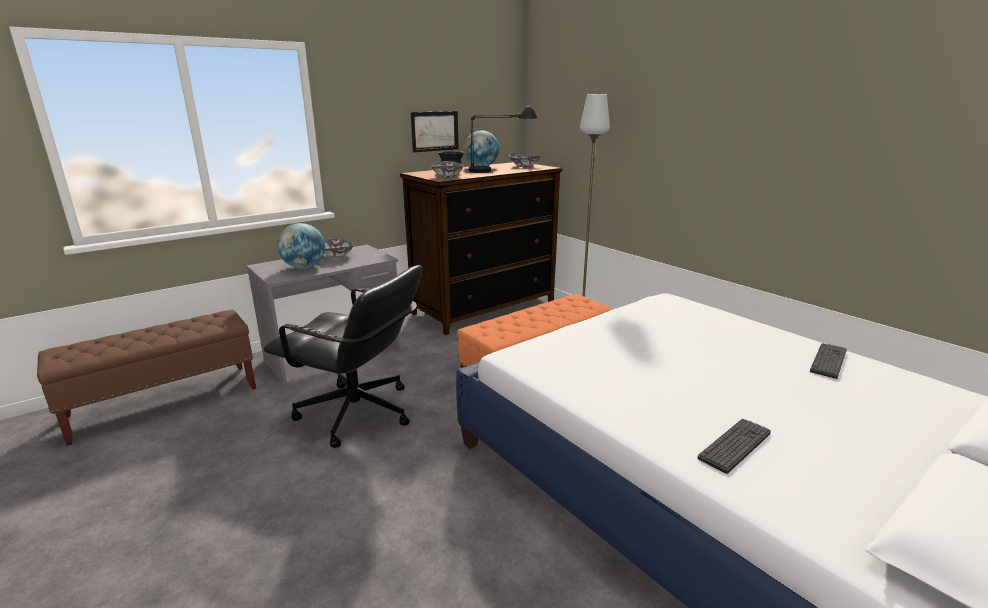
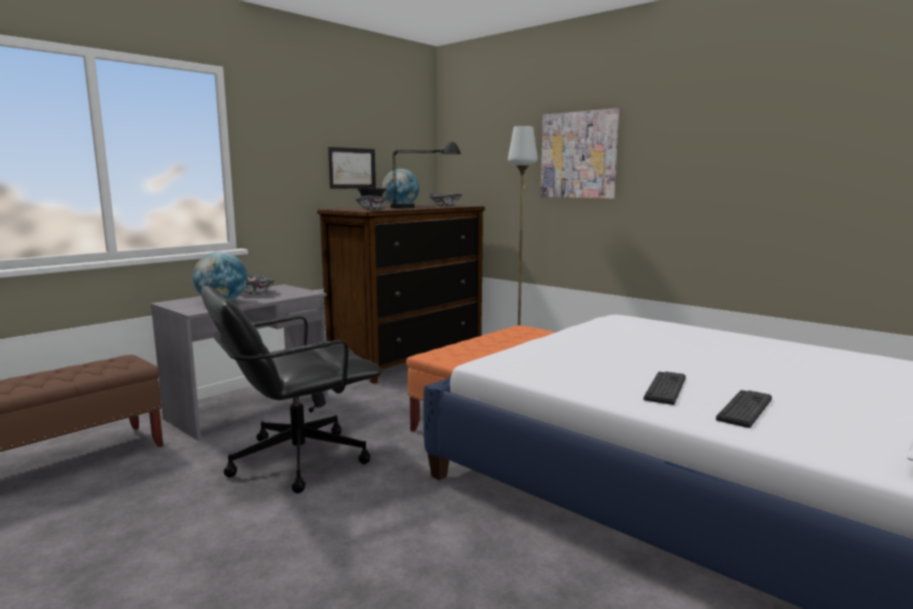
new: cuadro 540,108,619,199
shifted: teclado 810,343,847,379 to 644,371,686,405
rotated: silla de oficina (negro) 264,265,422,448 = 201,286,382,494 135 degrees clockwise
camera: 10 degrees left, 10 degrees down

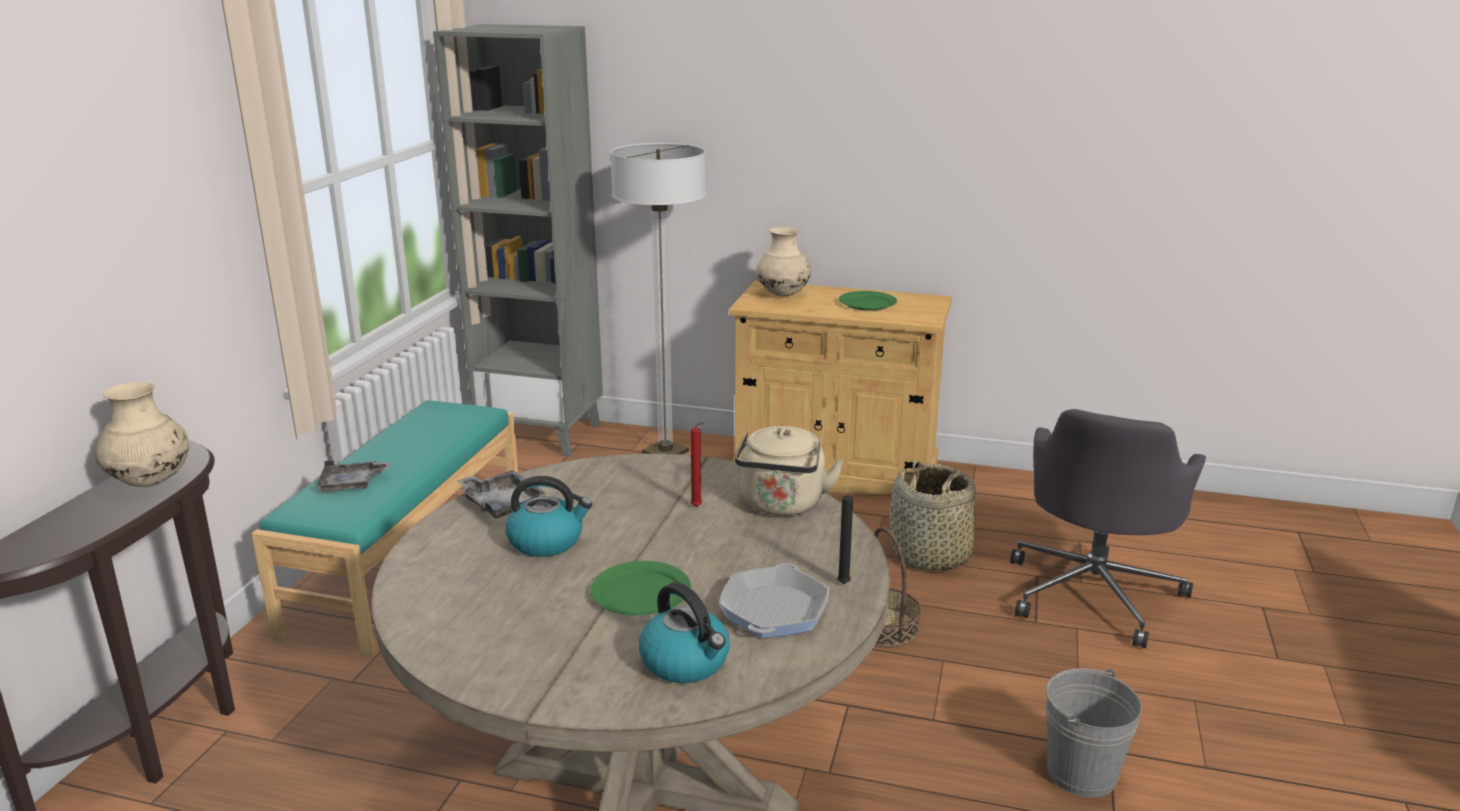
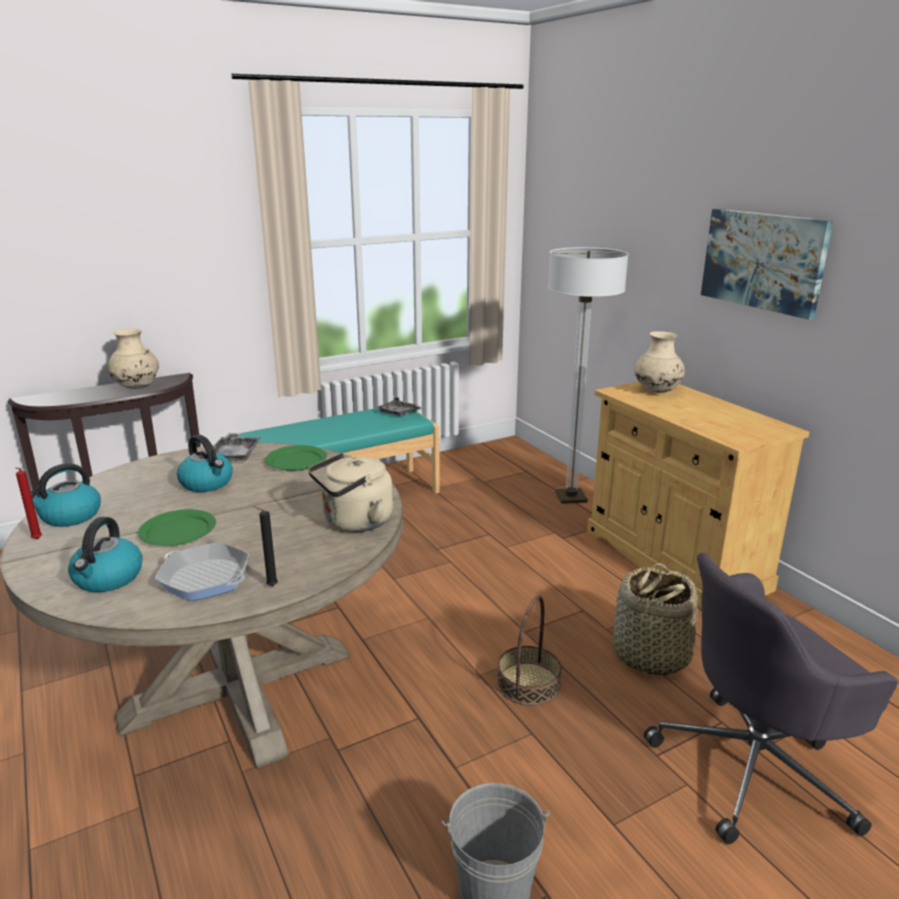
gone: estantería (gris) 433,24,603,457
new: hervidor 31,463,101,527; cuadro 701,209,833,320
shifted: bandeja (gris) 316,460,391,492 to 377,397,424,417; vela (rojo) 691,422,704,507 to 16,468,42,539; plato (verde) 839,291,897,311 to 265,445,327,471
rotated: sartén 719,563,830,638 = 155,542,250,601 120 degrees counterclockwise
camera: 45 degrees right, 0 degrees up

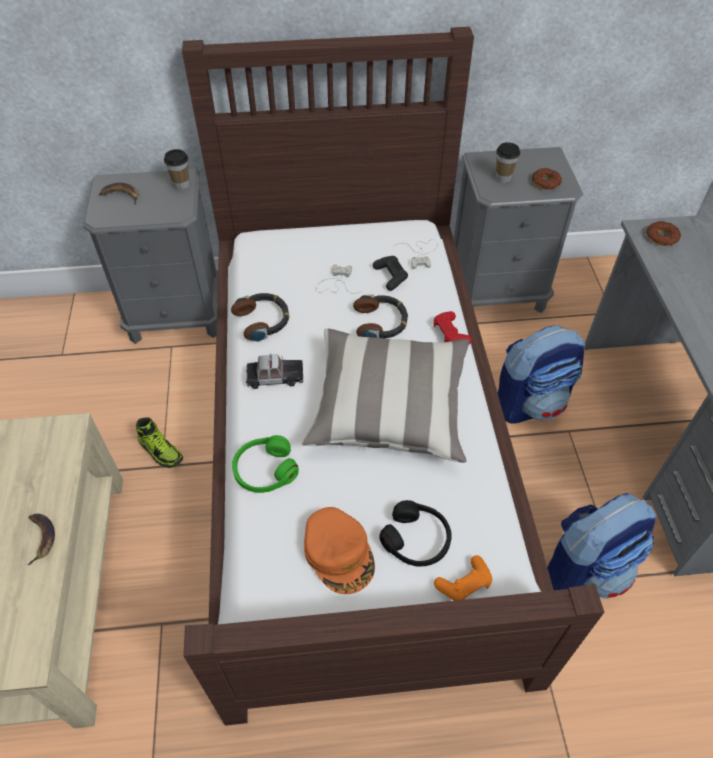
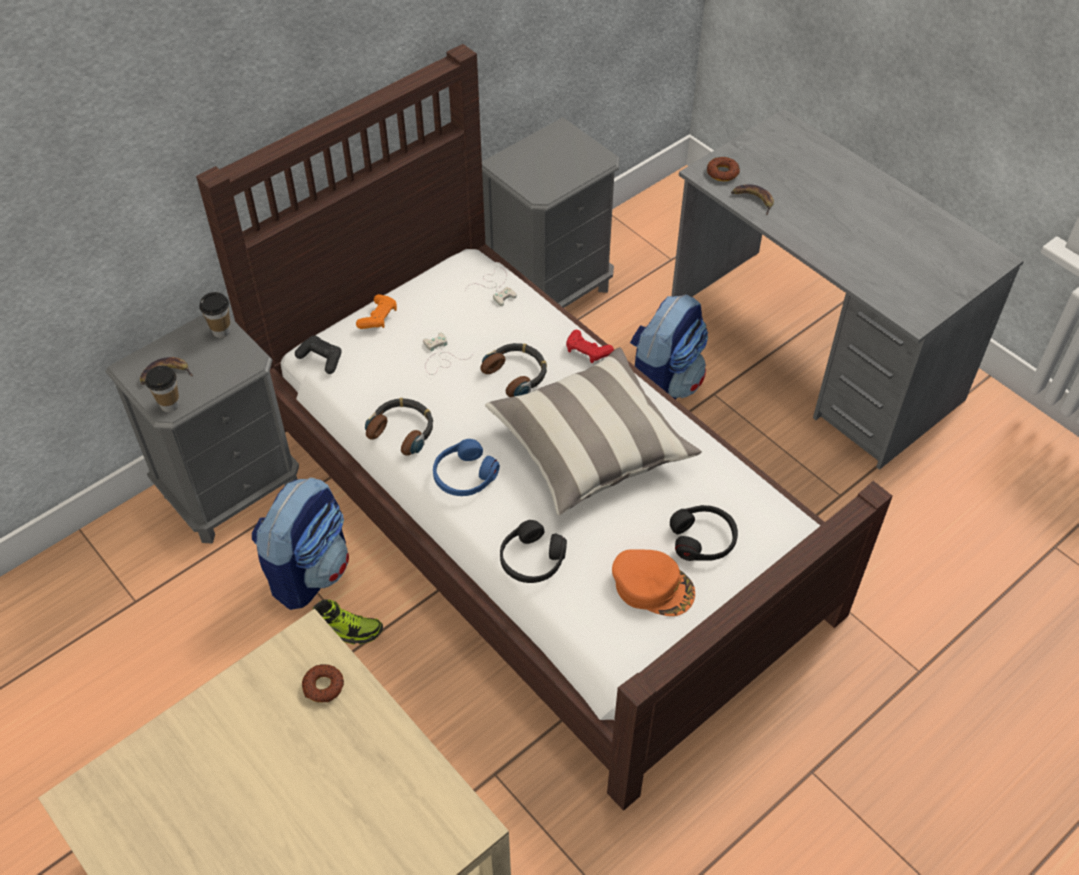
shifted: plátano 28,514,55,565 to 731,184,774,215; mando de consola (negro) 373,256,408,291 to 295,335,342,374; mando de consola (naranja) 434,555,492,601 to 356,294,397,329; taza 496,142,520,183 to 145,366,180,412; rosquilla 532,168,562,190 to 302,664,344,702; mochila 547,493,656,599 to 252,477,349,610
swapped: coche de juguete 246,354,303,389 to auriculares (azul) 433,439,500,496
repainted: auriculares (verde) 232,435,299,493 to auriculares (negro) 500,520,567,583
camera: 35 degrees left, 0 degrees up

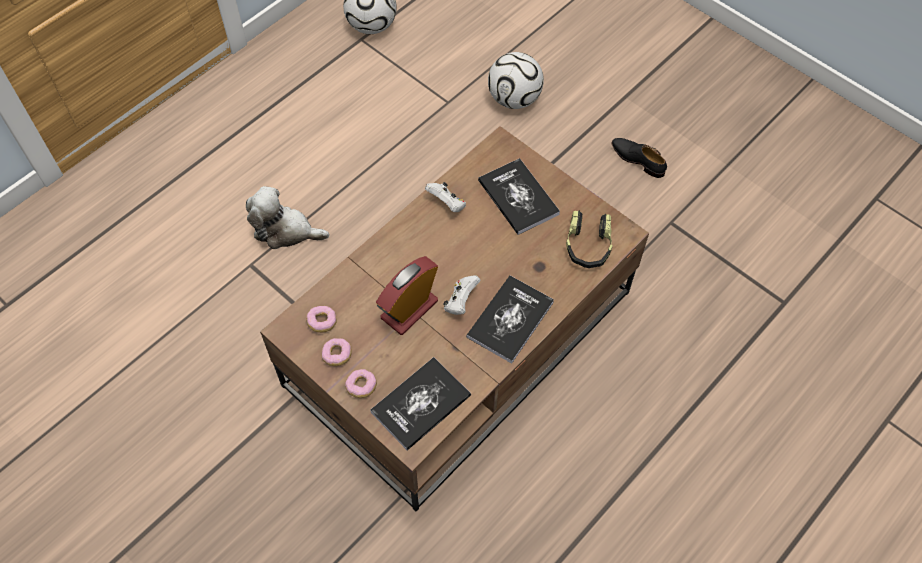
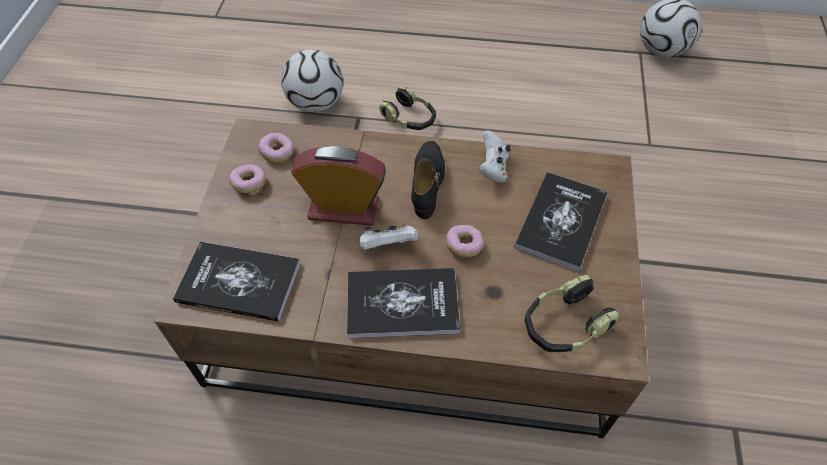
shifted: rosquilla 345,369,377,398 to 446,225,484,258; balón de fútbol 488,52,544,109 to 281,49,343,112; zapato (negro) 612,138,667,178 to 411,141,445,219
swapped: peluche 246,186,329,249 to auriculares 379,87,436,130
camera: 55 degrees right, 5 degrees down

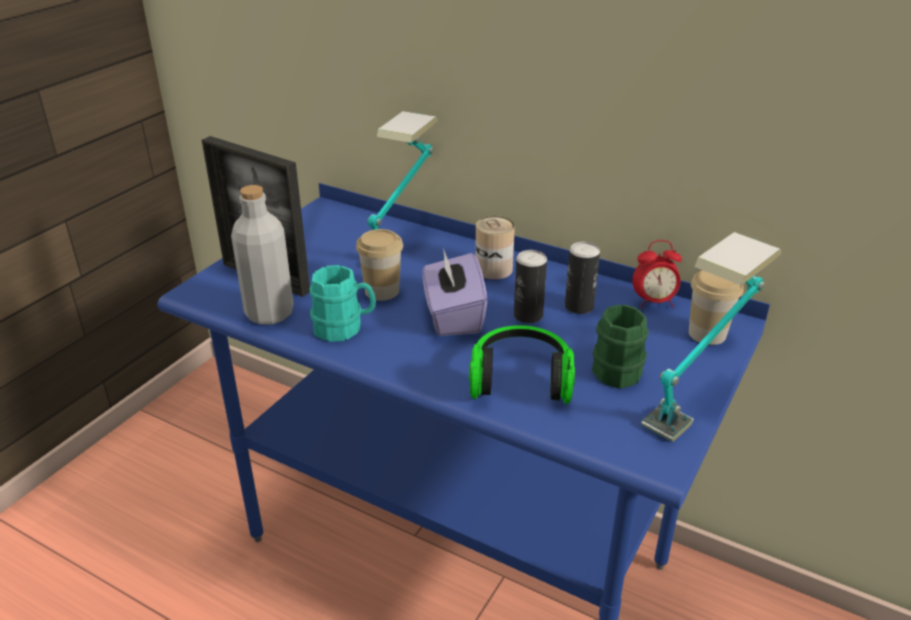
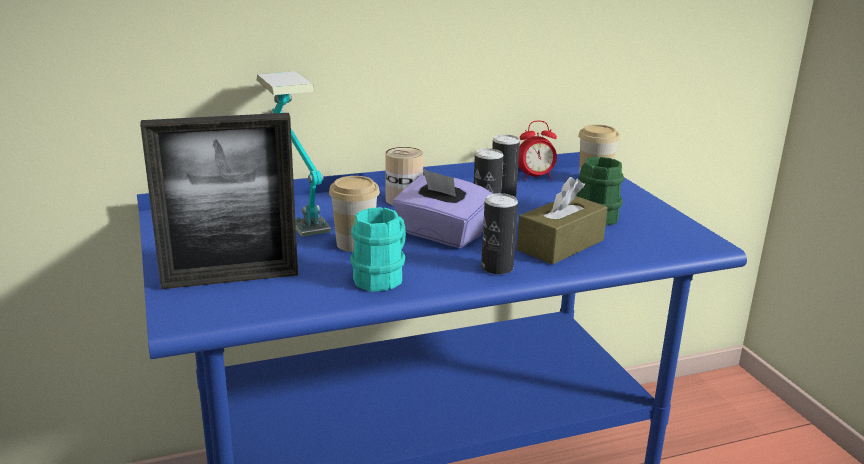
gone: botella (gris) 231,185,294,325; lámpara de mesa 641,232,781,442
new: lata 481,193,518,274
swapped: auriculares 469,325,575,404 to caja de pañuelos (marrón) 517,177,608,265
rotated: despertador 632,240,682,308 = 518,121,557,180 45 degrees clockwise
camera: 50 degrees left, 10 degrees down

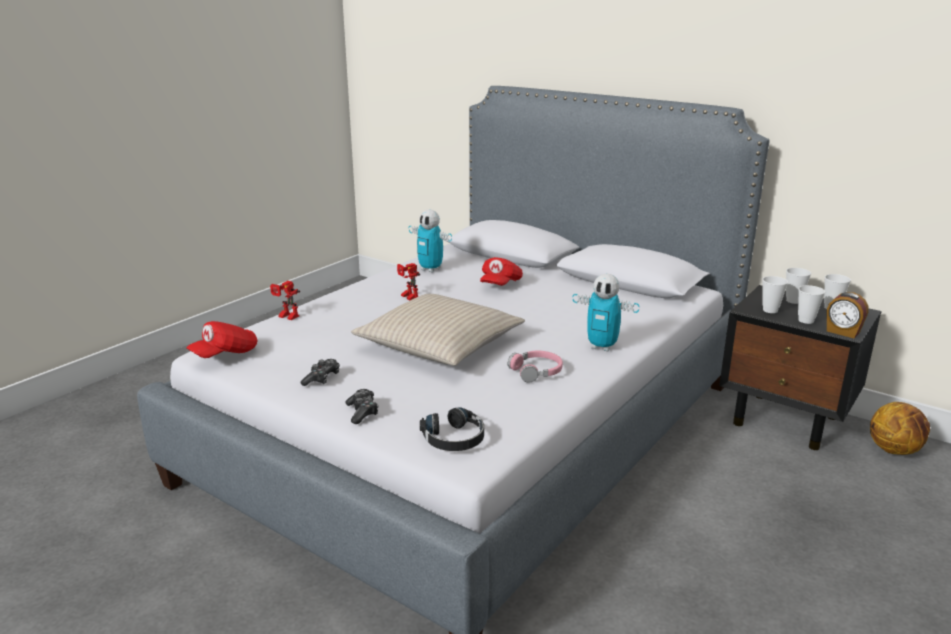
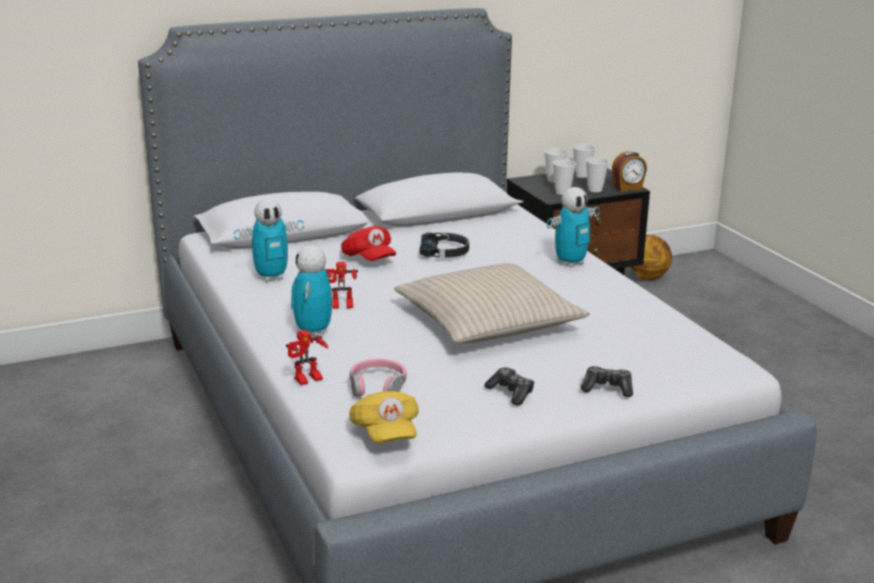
new: robot de juguete 291,245,332,336
shifted: auriculares (negro) 420,407,484,451 to 420,232,469,257; auriculares (rosa) 507,351,563,383 to 350,359,407,397
repainted: gorra (rojo) 186,321,257,358 to gorra (amarillo) 349,391,419,443
camera: 60 degrees left, 0 degrees up

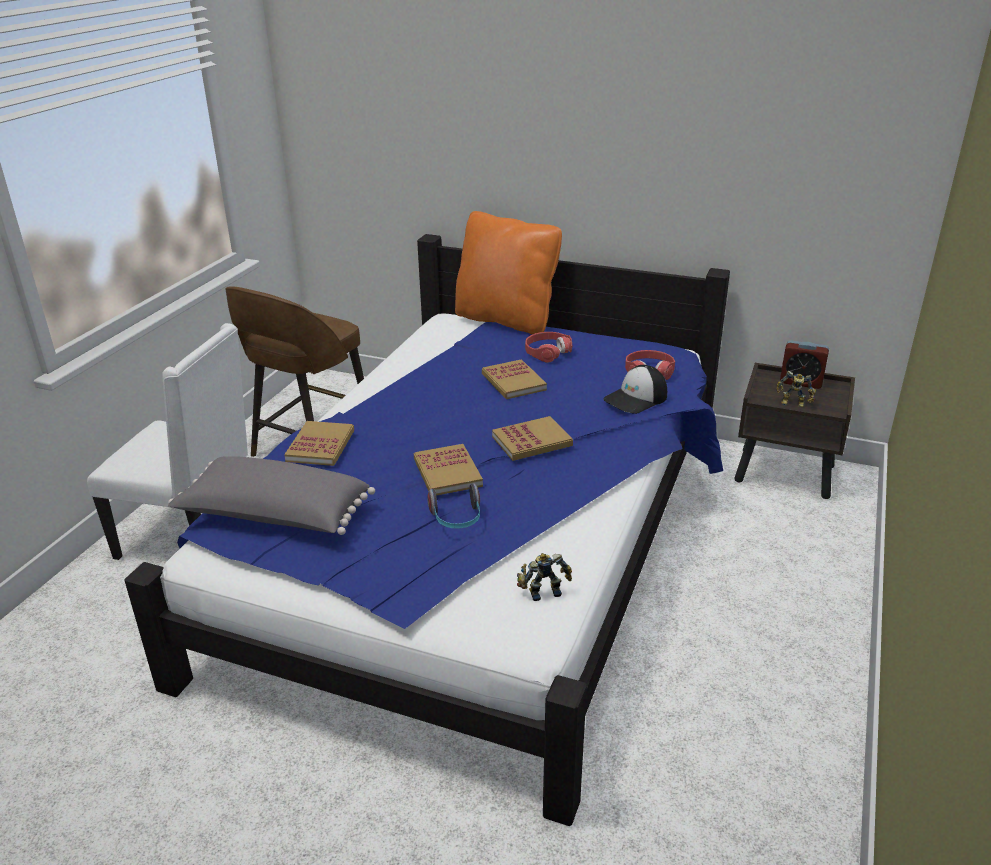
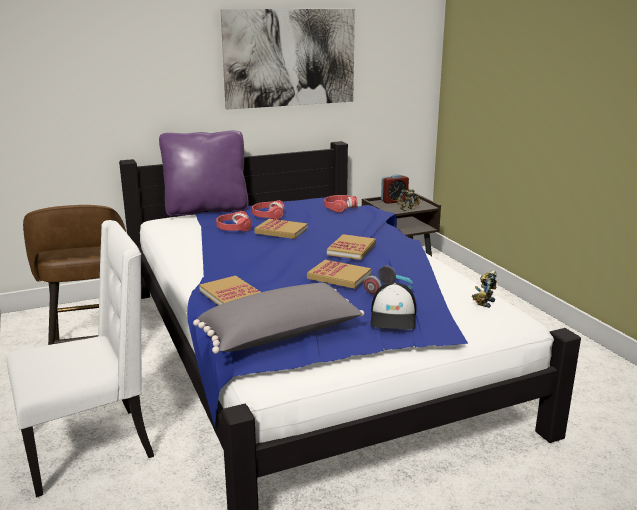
new: auriculares (rojo) 216,211,252,231; cuadro 220,9,355,110
shifted: gorra 603,365,667,414 to 370,282,416,330
repainted: cojín (naranja) 455,211,562,335 to cojín (morado) 159,130,249,216
camera: 45 degrees left, 10 degrees down

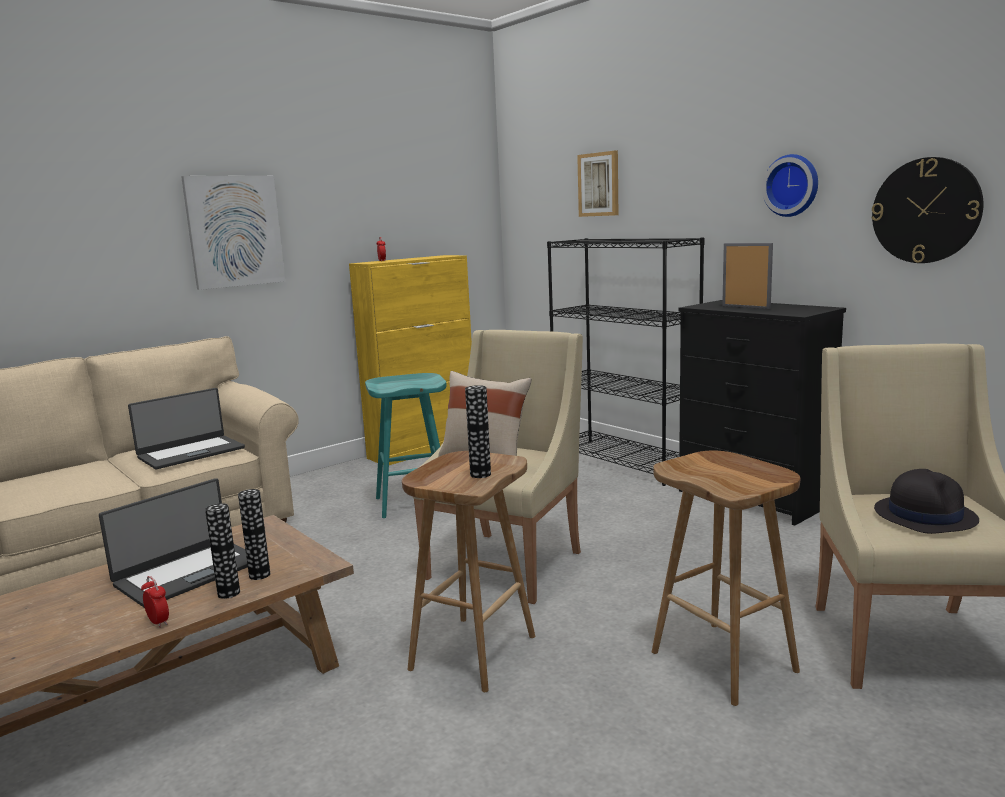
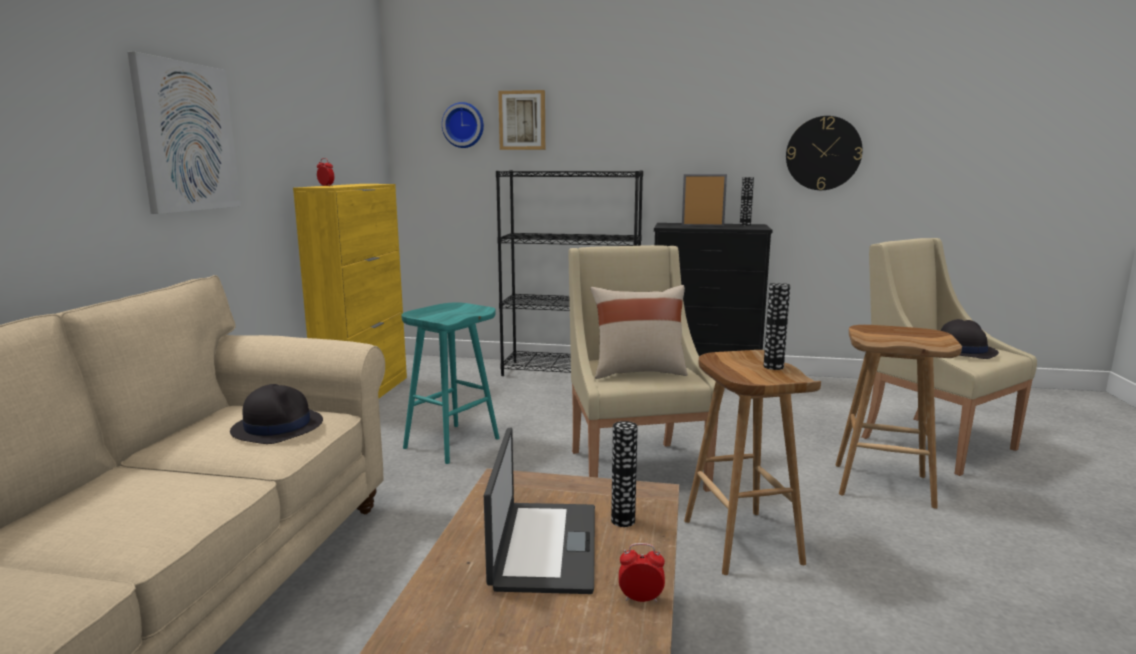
shifted: florero 205,503,240,599 to 740,177,754,226; reloj de pared 762,154,818,217 to 442,102,484,148
swapped: portátil 128,388,245,469 to sombrero (negro) 230,384,323,444
camera: 40 degrees left, 0 degrees up

